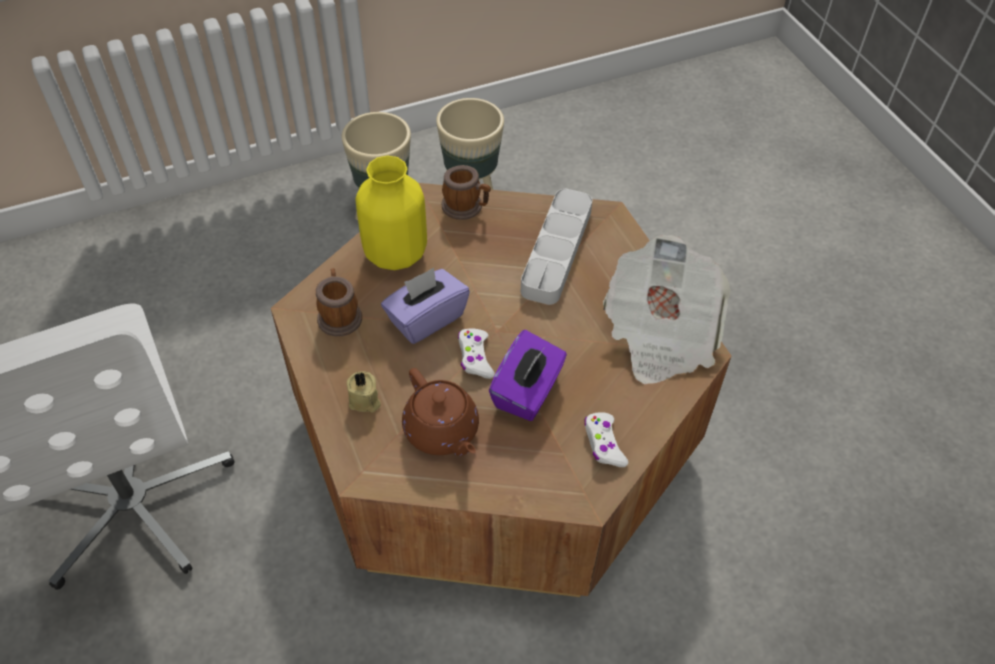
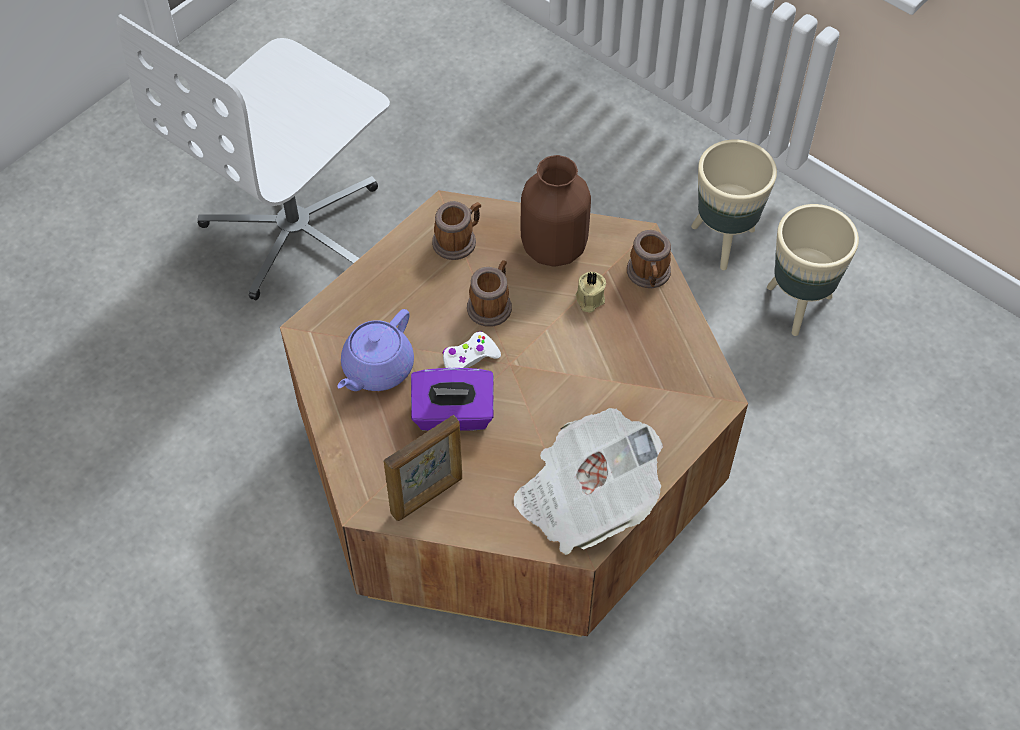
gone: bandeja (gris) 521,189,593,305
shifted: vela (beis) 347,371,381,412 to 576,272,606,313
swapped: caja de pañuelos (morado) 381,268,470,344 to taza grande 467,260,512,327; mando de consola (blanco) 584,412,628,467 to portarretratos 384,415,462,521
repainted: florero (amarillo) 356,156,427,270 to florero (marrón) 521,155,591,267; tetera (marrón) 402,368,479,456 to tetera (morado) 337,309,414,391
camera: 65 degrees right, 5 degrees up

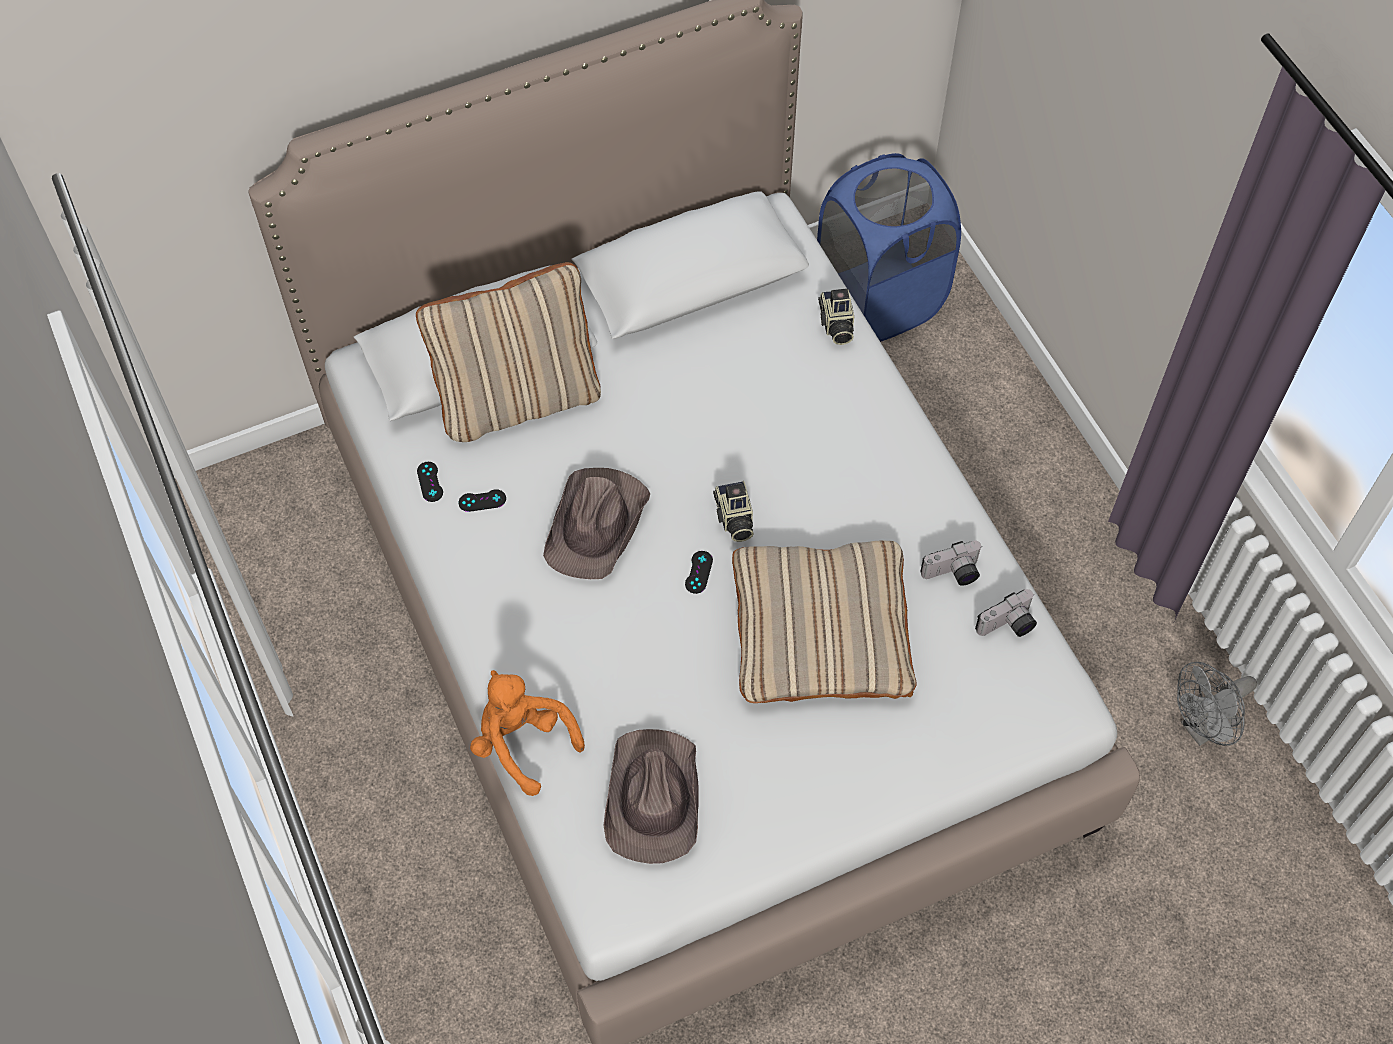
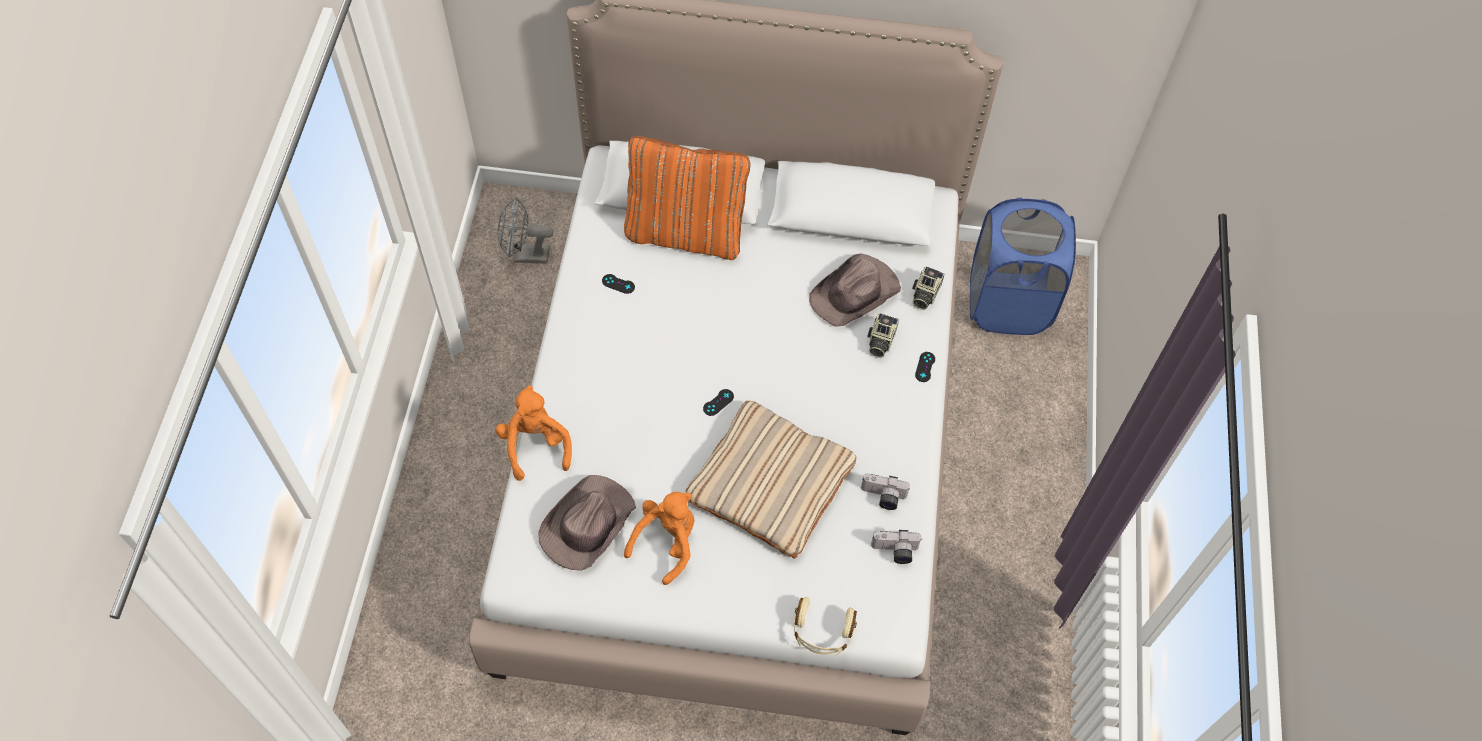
new: peluche (naranja) 624,492,694,585; auriculares (beis) 794,597,857,656
shifted: mando de consola (negro) 417,462,443,502 to 915,352,935,382; sombrero (marrón) 543,468,650,579 to 809,253,901,327; cámara 713,481,754,542 to 867,313,899,358; ventilador (gris) 1177,662,1257,746 to 498,197,553,264
repainted: cojín (beis) 416,262,601,442 to cojín (naranja) 624,136,751,260
camera: 30 degrees right, 0 degrees up

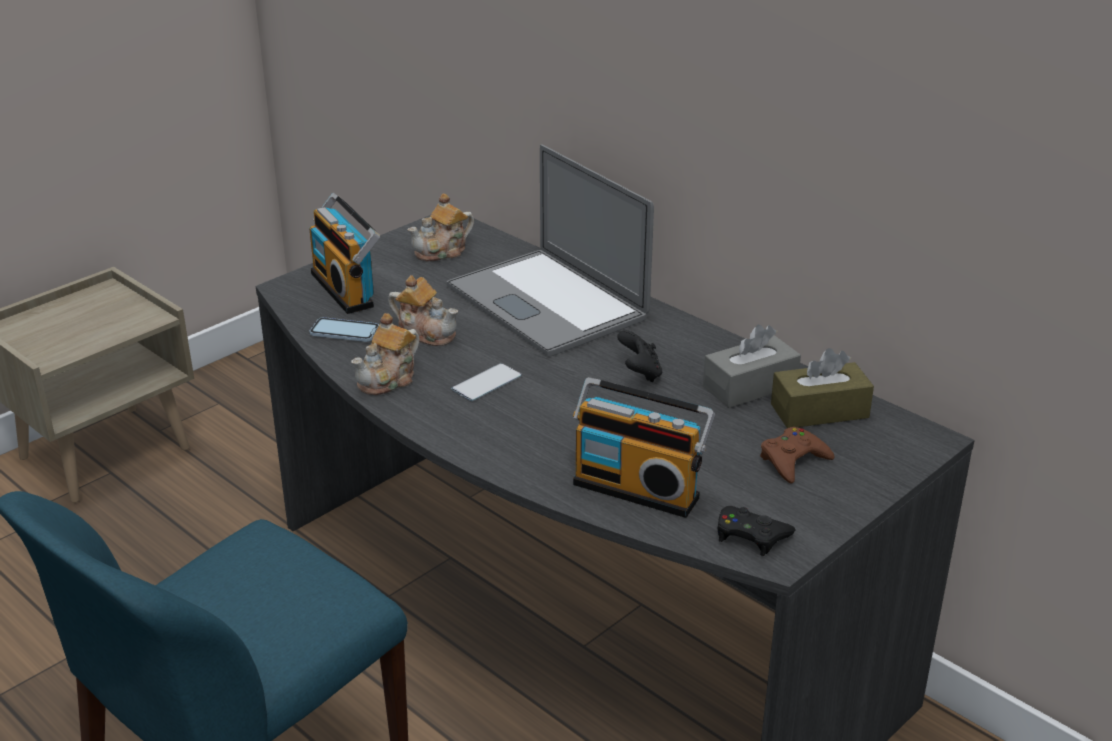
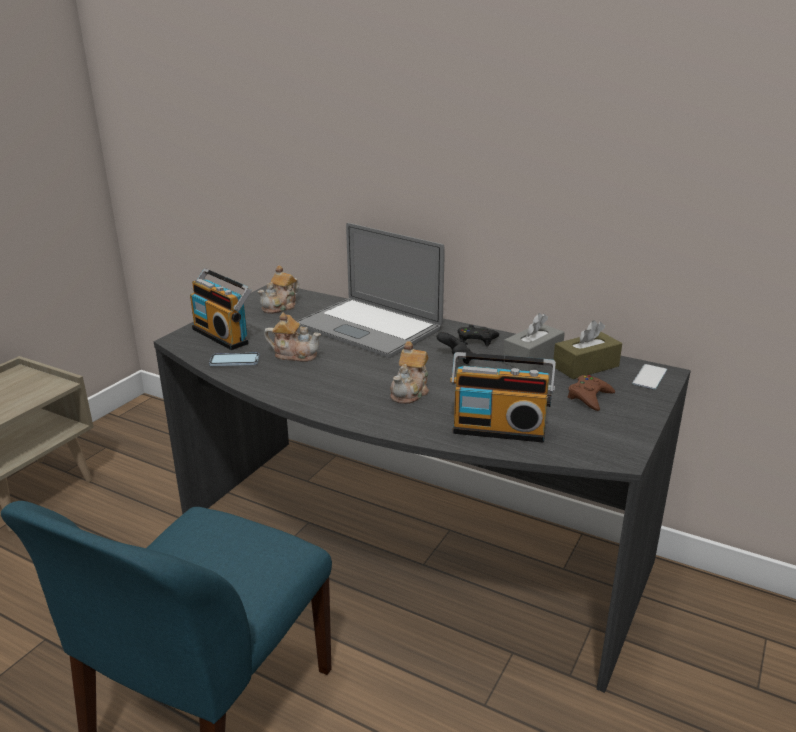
shifted: tetera 351,313,419,395 to 390,341,429,404; móvil 451,363,522,401 to 632,364,667,390; mando de consola (negro) 718,506,796,556 to 458,325,499,346
camera: 15 degrees left, 5 degrees down

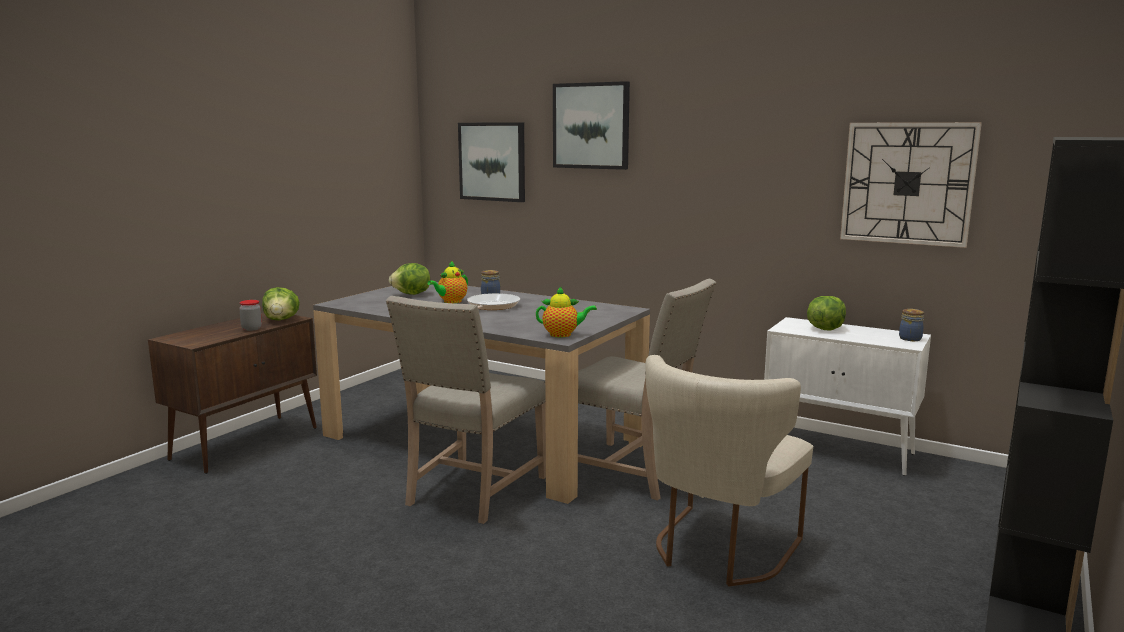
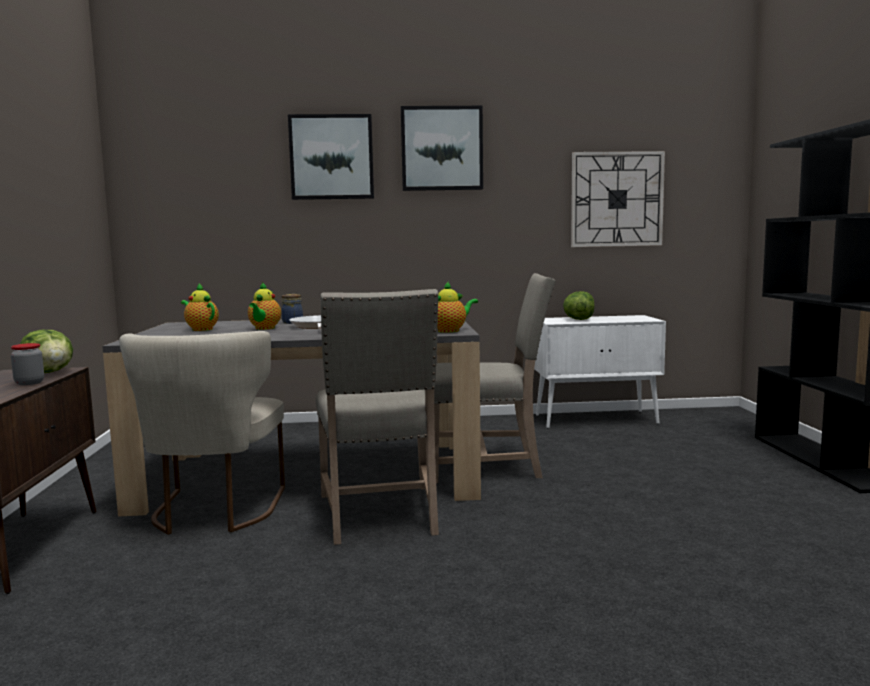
gone: tarro 899,309,924,341
shifted: cuadro 458,122,525,202 to 401,106,483,191; silla (beis) 645,355,813,586 to 119,331,285,535
swapped: lechuga 389,263,430,295 to tetera 181,284,219,331
camera: 35 degrees left, 5 degrees down

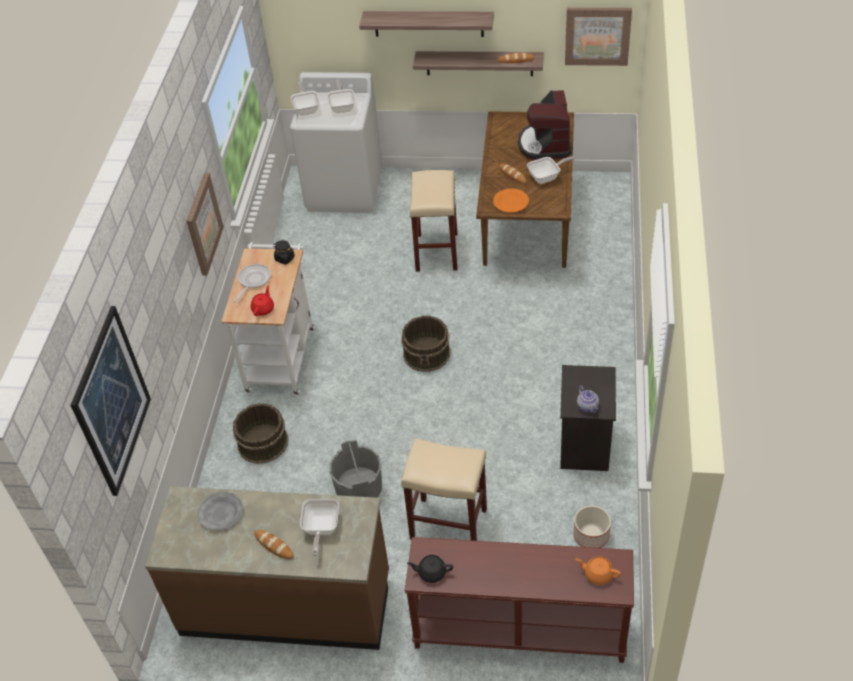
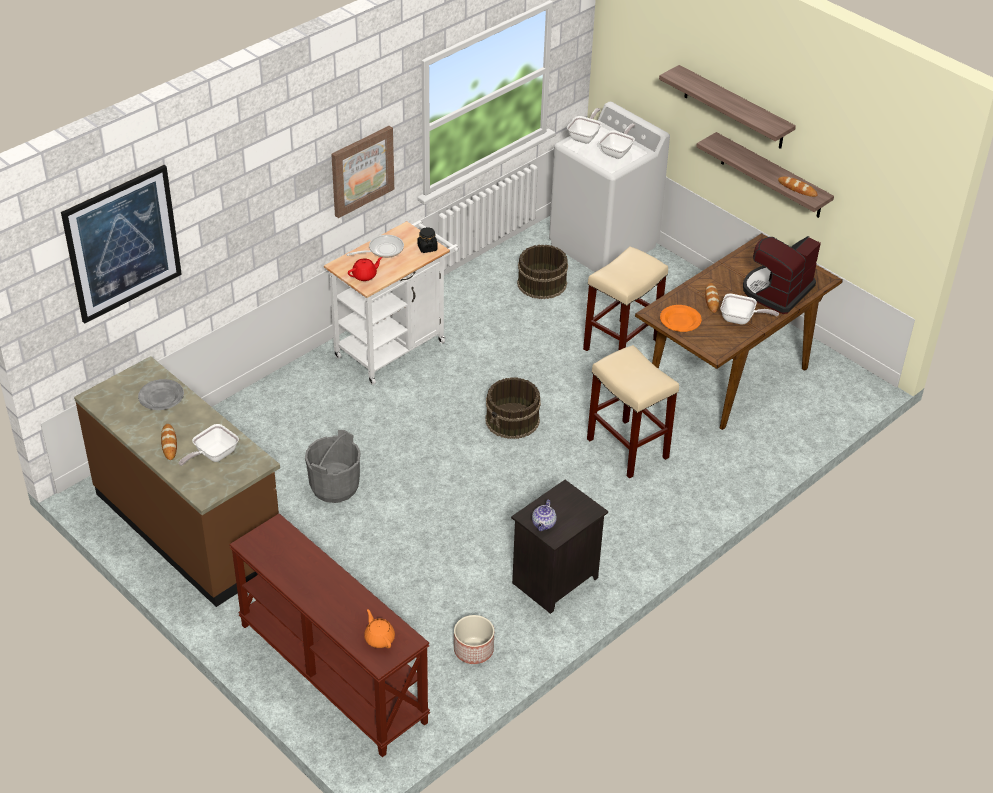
gone: tetera (negro) 407,555,453,583; cuadro 565,8,632,66
shifted: cubo (marrón) 233,403,288,464 to 517,245,568,299; taburete (beis) 401,438,487,541 to 587,345,679,479
camera: 35 degrees right, 5 degrees down

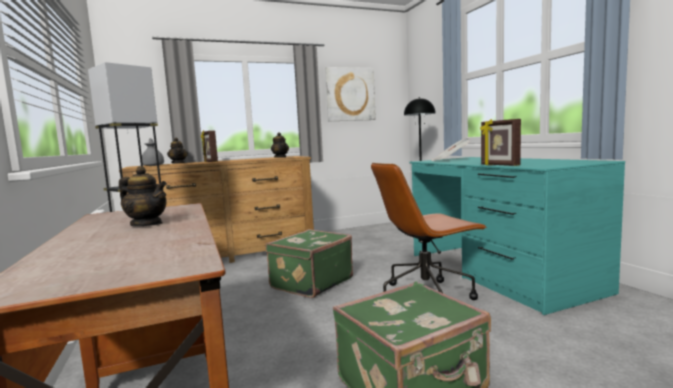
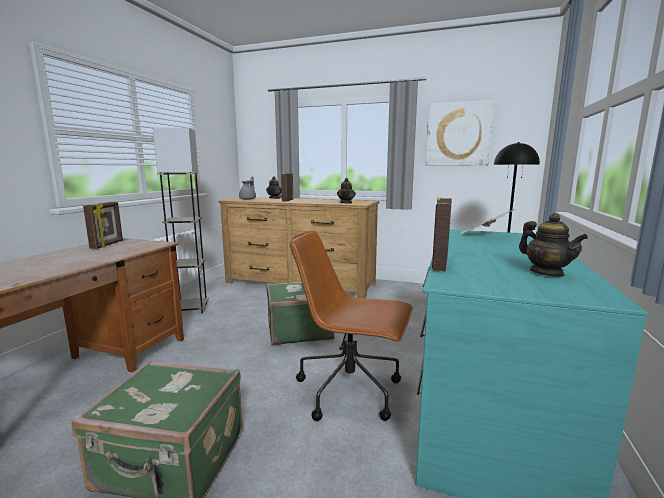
new: portarretratos 83,202,123,249
shifted: tetera 119,166,167,226 to 519,213,588,277
camera: 40 degrees right, 5 degrees up

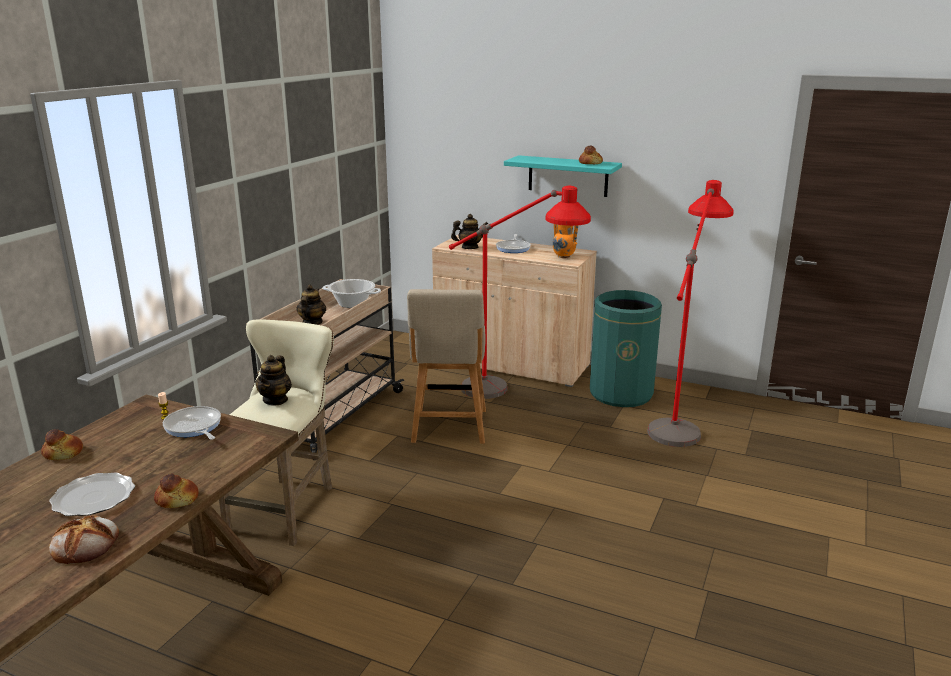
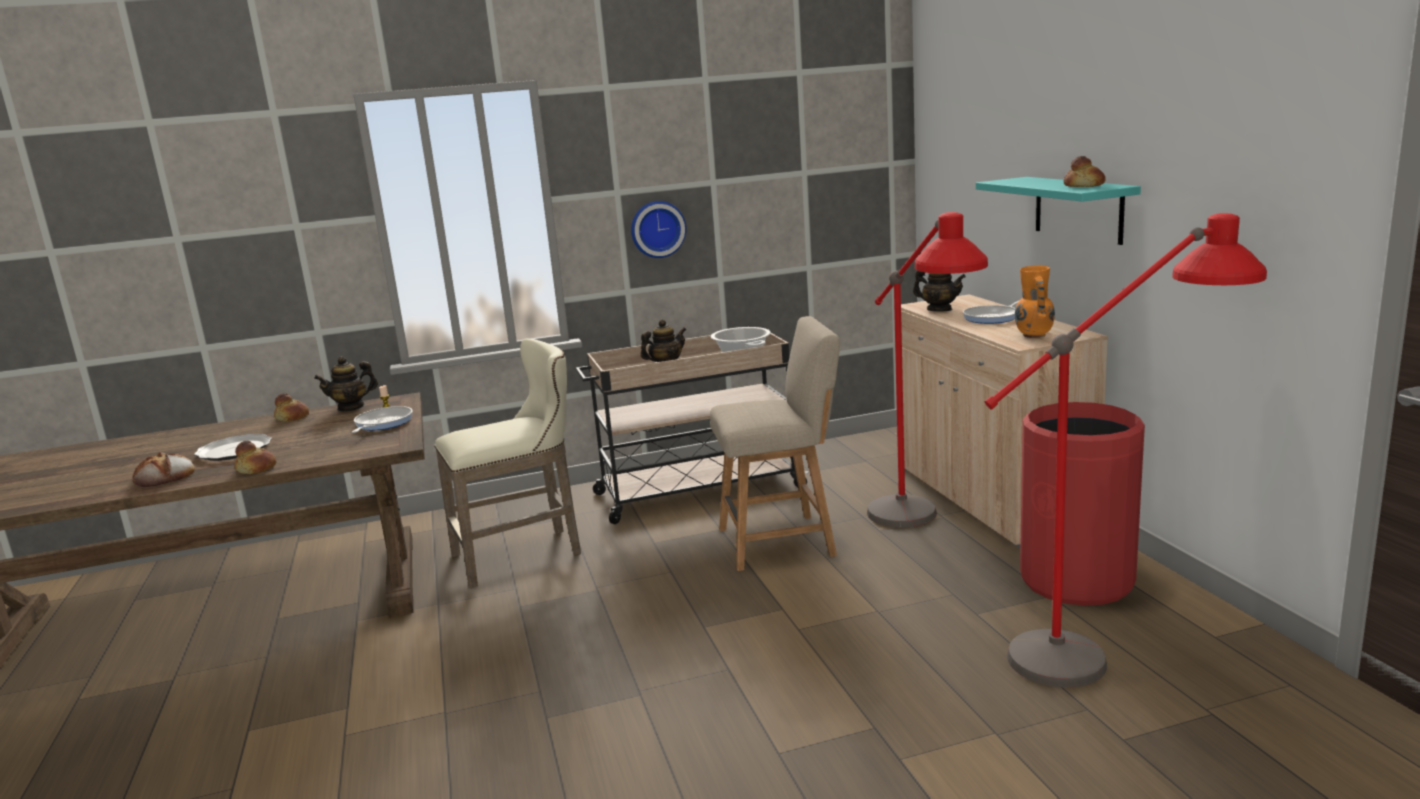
new: reloj de pared 631,201,686,258
shifted: tetera 255,355,292,406 to 314,356,378,412
repainted: papelera (verde) 590,290,662,407 to papelera (rojo) 1020,402,1145,606
rotated: silla (beis) 407,289,486,444 = 710,316,840,571 150 degrees counterclockwise
camera: 50 degrees right, 5 degrees down

